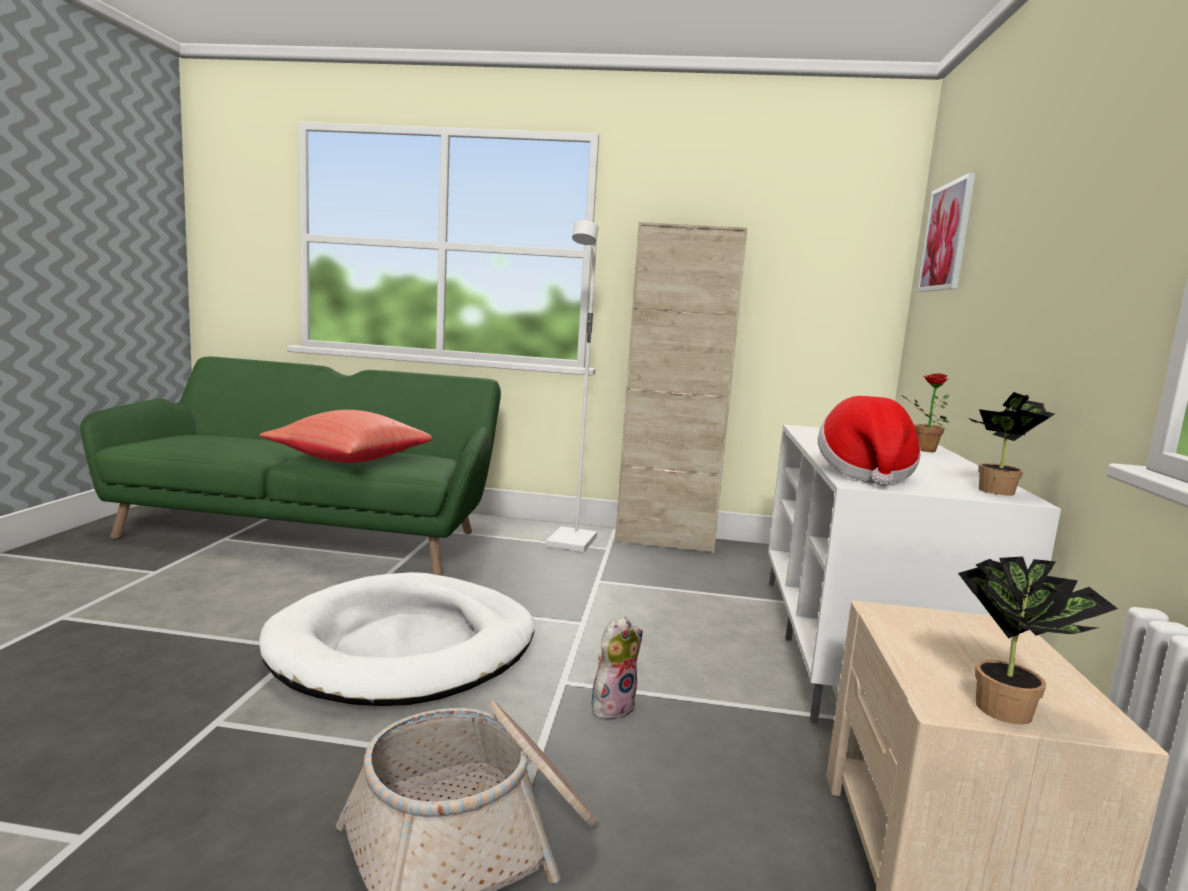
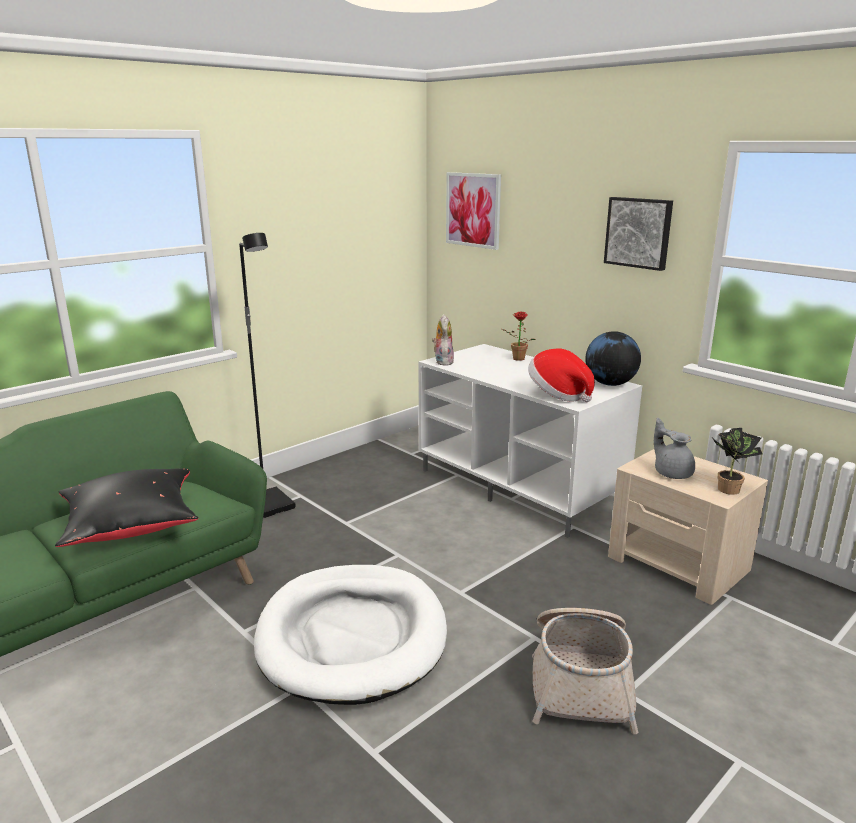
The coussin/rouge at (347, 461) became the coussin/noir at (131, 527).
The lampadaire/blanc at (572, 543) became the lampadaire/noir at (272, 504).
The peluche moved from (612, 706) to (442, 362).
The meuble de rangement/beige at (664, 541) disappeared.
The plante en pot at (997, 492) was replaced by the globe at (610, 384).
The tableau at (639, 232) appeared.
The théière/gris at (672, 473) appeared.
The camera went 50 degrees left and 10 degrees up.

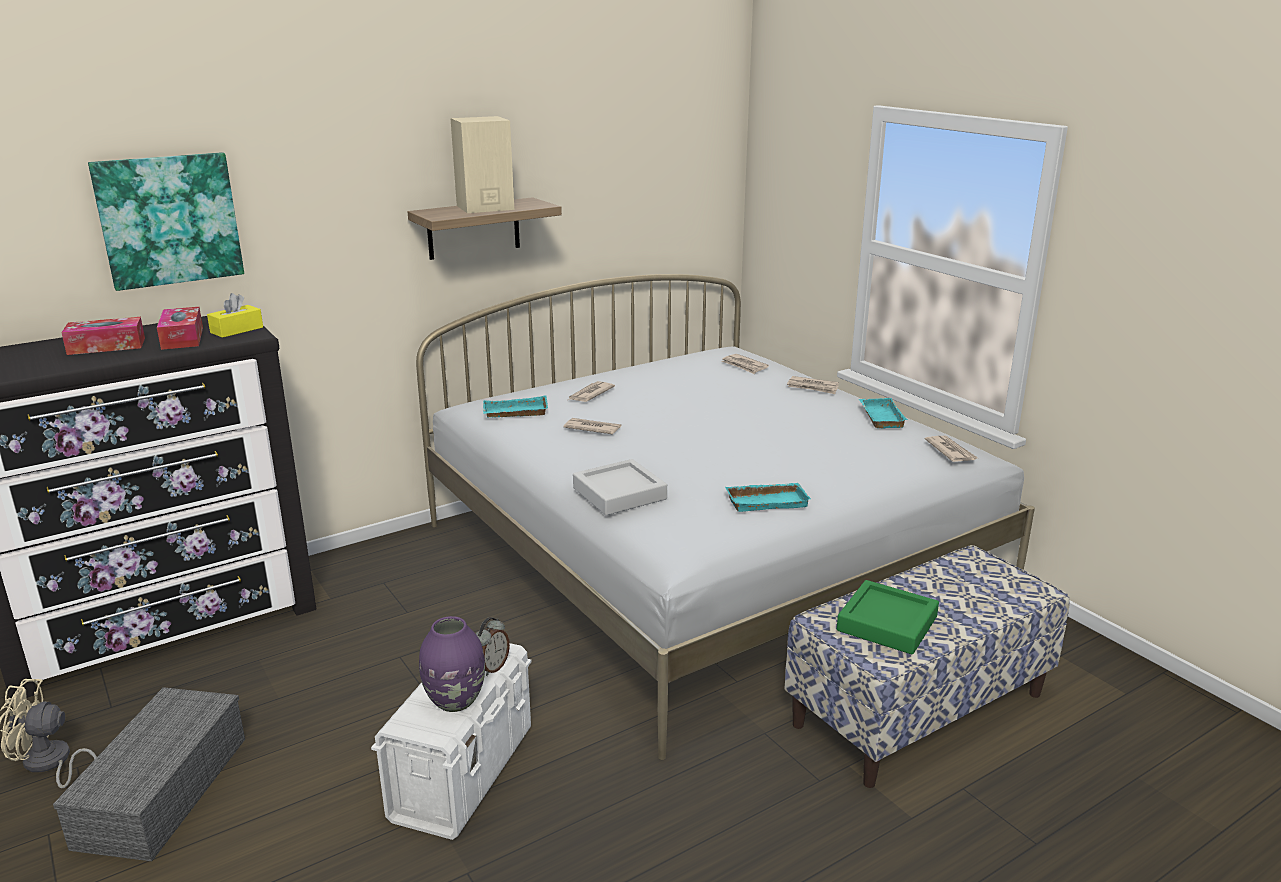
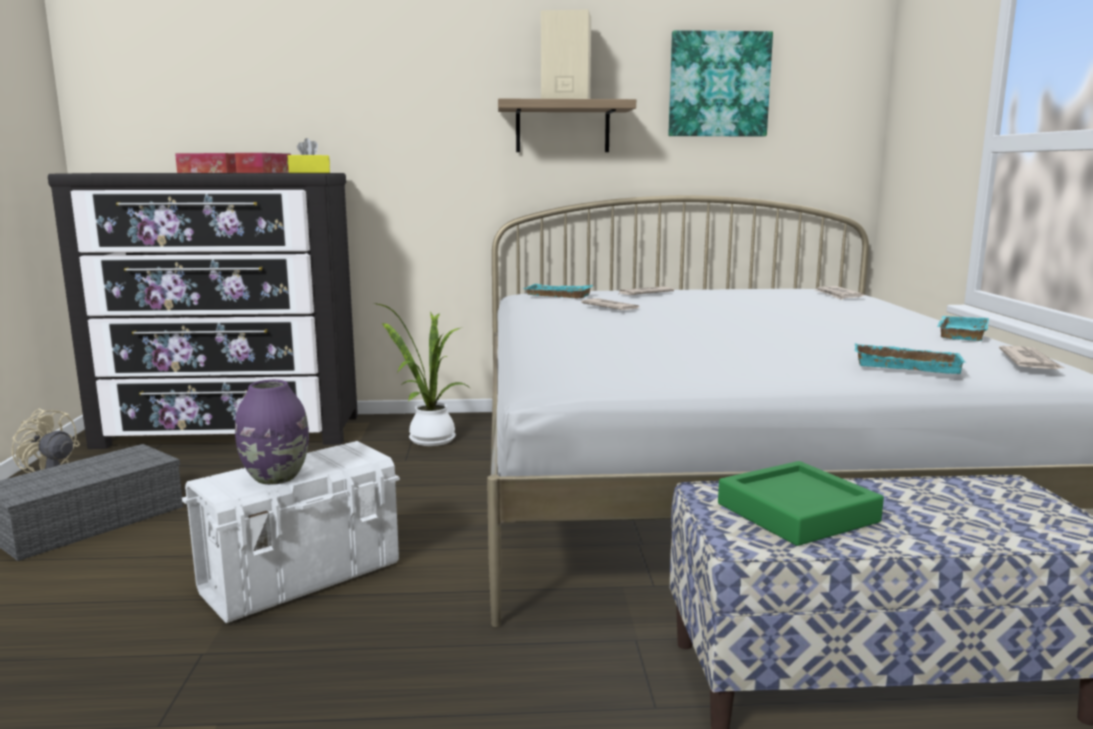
The tableau moved from (169, 220) to (718, 84).
The réveil at (492, 667) disappeared.
The plateau/gris at (619, 494) disappeared.
The plateau/turquoise moved from (767, 501) to (907, 365).
The journal at (813, 387) disappeared.
The plante en pot at (428, 440) appeared.
The camera went 30 degrees right and 10 degrees down.

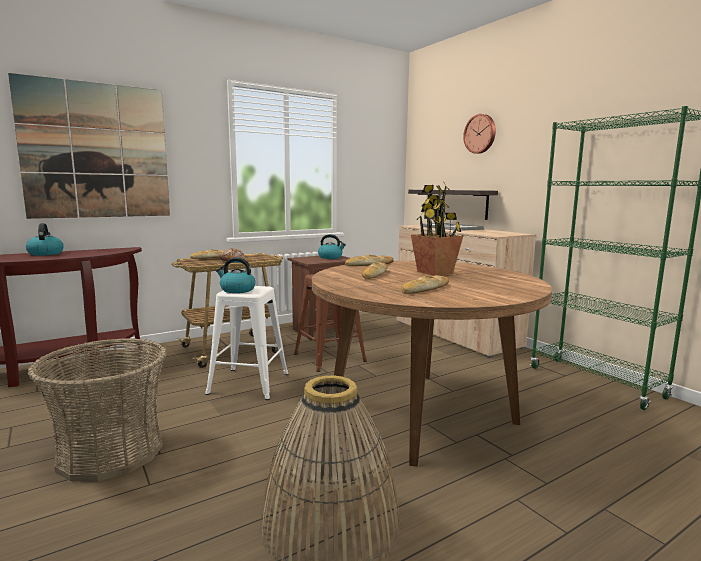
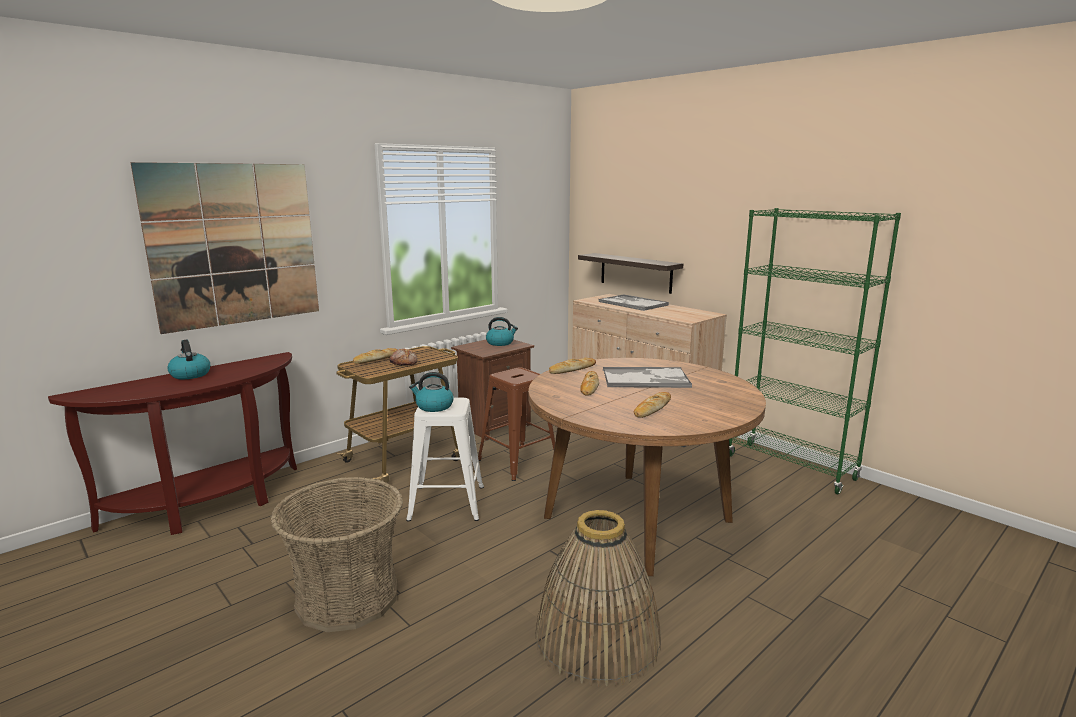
The plante en pot at (435, 272) was replaced by the plateau at (646, 379).
The horloge murale at (480, 134) disappeared.
The camera went 10 degrees left and 5 degrees up.

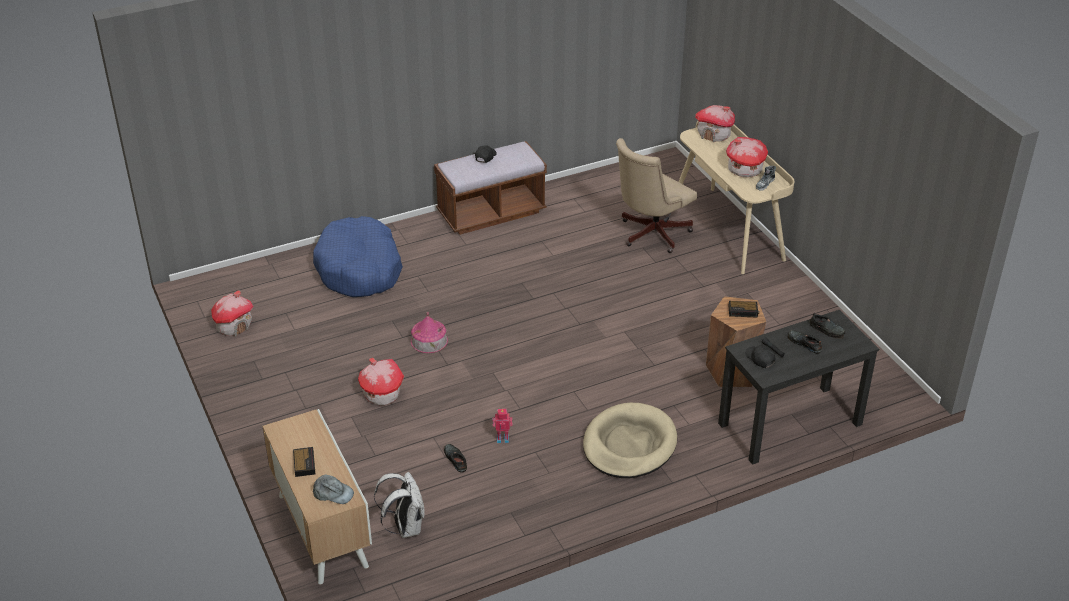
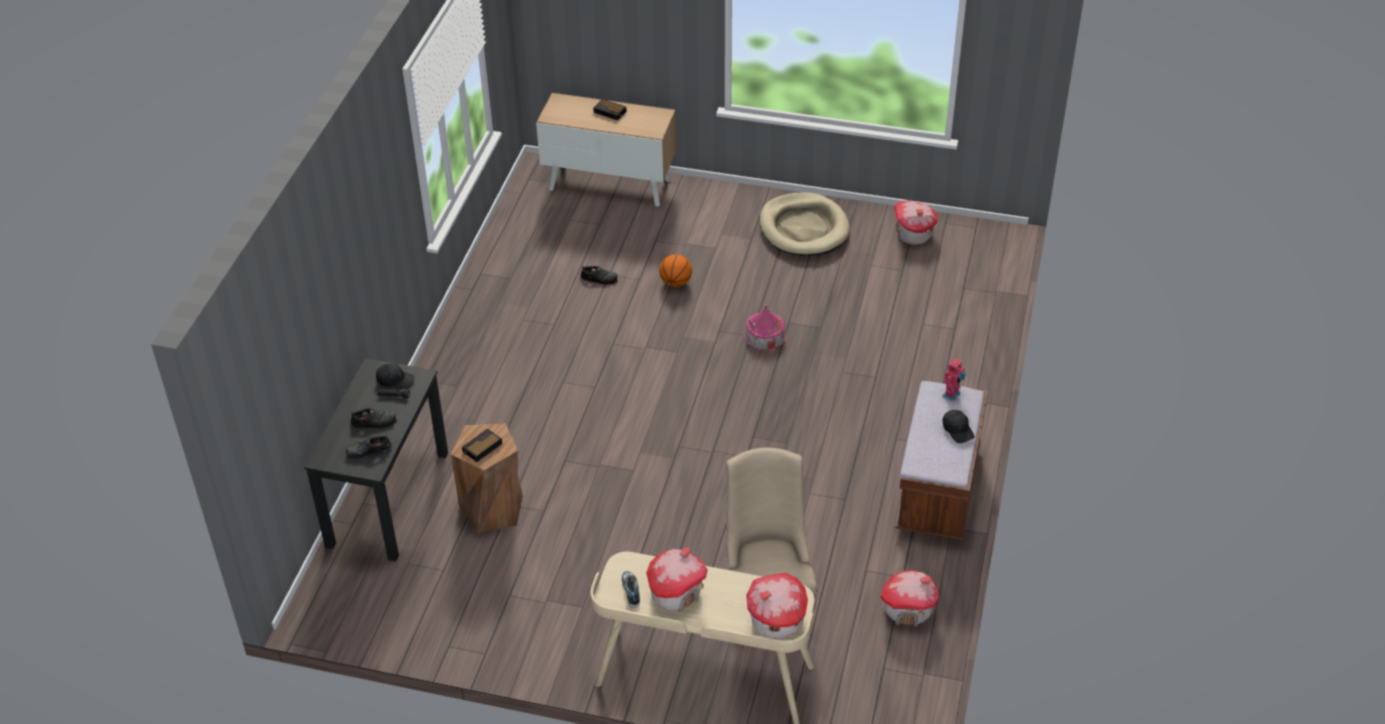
The panier pour chien/bleu at (359, 269) disappeared.
The casquette/gris at (333, 493) disappeared.
The maison miniature moved from (382, 394) to (908, 610).
The sac à dos/blanc at (405, 527) disappeared.
The robot jouet moved from (502, 438) to (952, 395).
The panier pour chien/beige moved from (629, 444) to (803, 228).
The ballon de basket at (675, 282) appeared.
The camera went 130 degrees right and 5 degrees up.

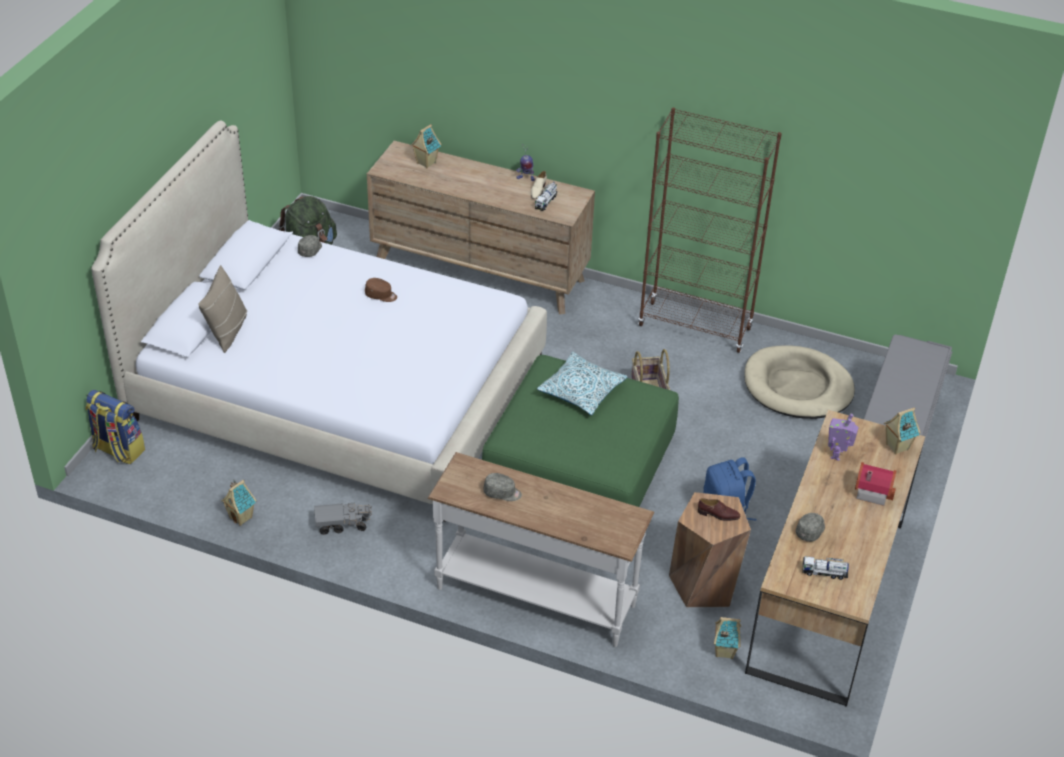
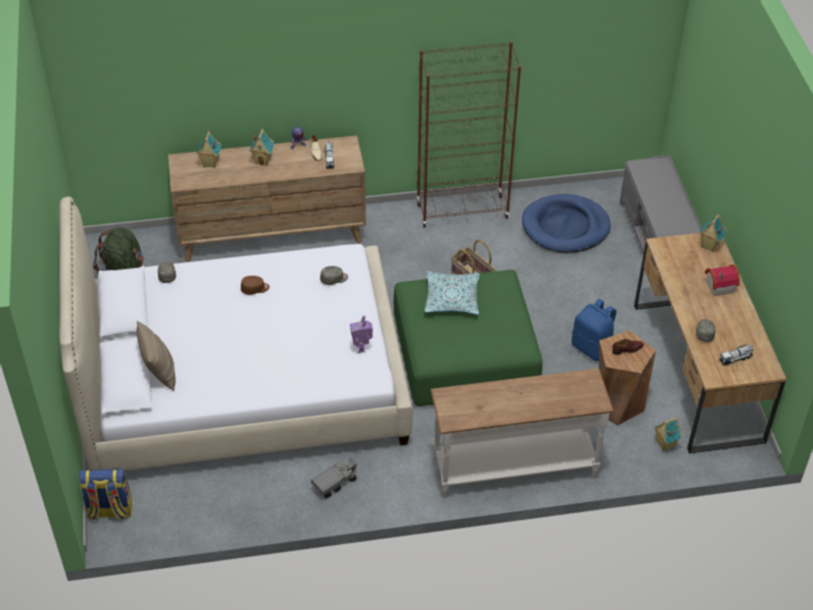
The maison miniature moved from (241, 517) to (263, 161).
The casquette/gris moved from (502, 493) to (334, 279).
The panier pour chien/beige at (797, 387) became the panier pour chien/bleu at (565, 227).
The robot jouet moved from (837, 455) to (361, 348).
The camera went 30 degrees left and 5 degrees up.

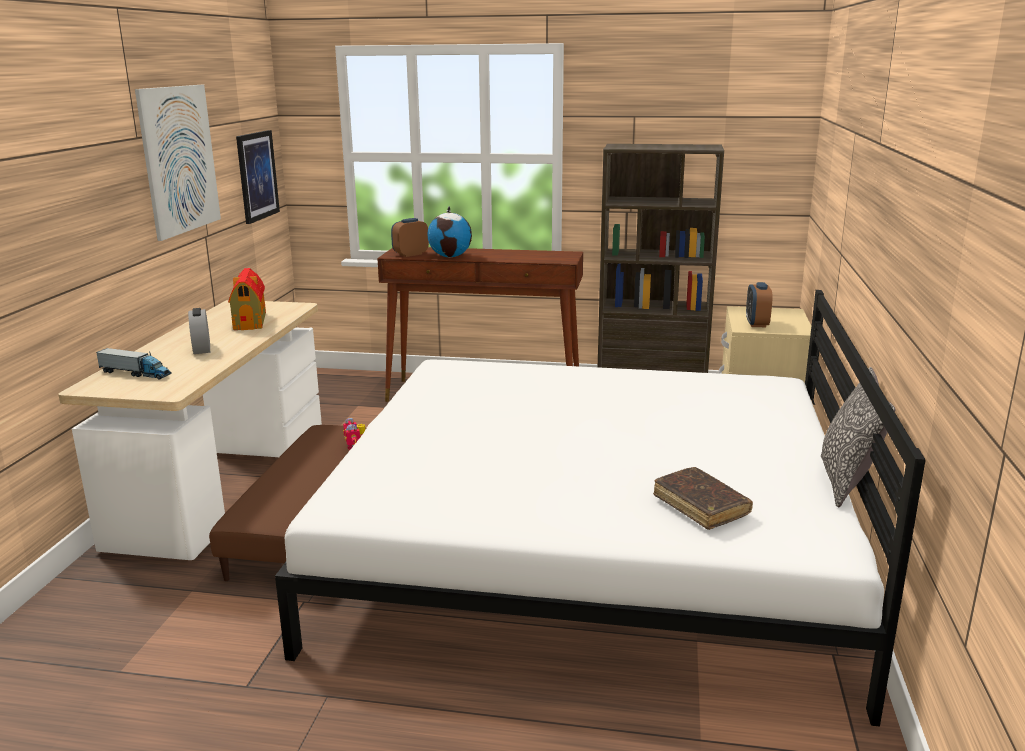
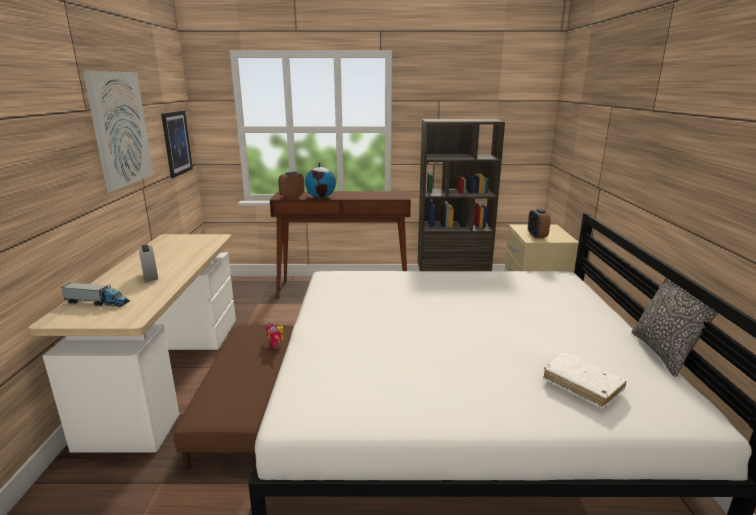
The maison miniature at (250, 321) disappeared.
The livre/marron at (701, 506) became the livre/blanc at (582, 385).
The camera went 10 degrees left and 0 degrees up.

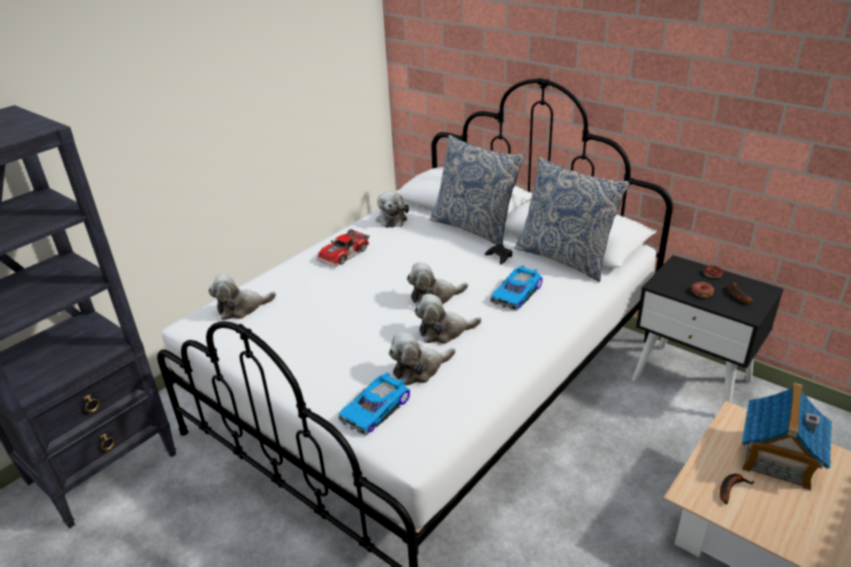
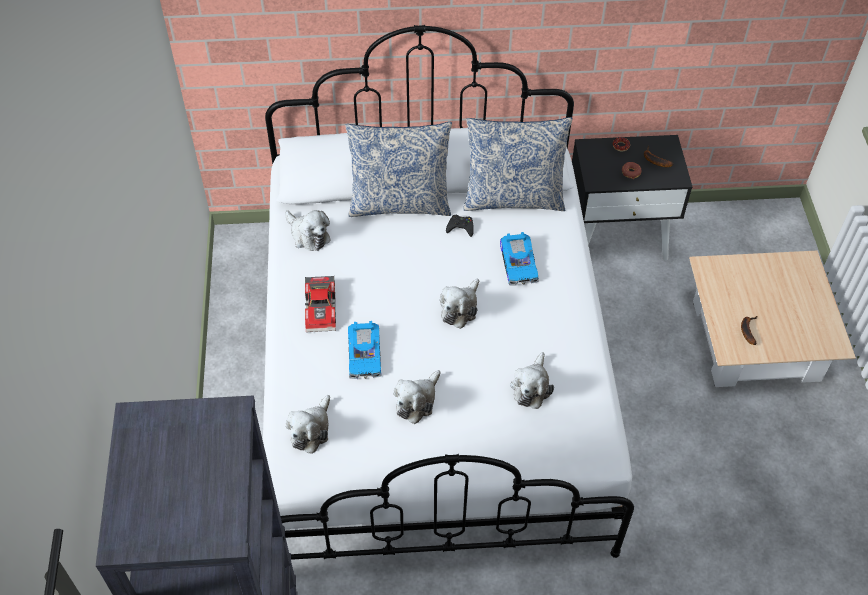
The petite voiture moved from (376, 410) to (365, 354).
The peluche moved from (444, 331) to (417, 401).
The maison miniature at (777, 459) disappeared.
The camera went 45 degrees left and 20 degrees up.

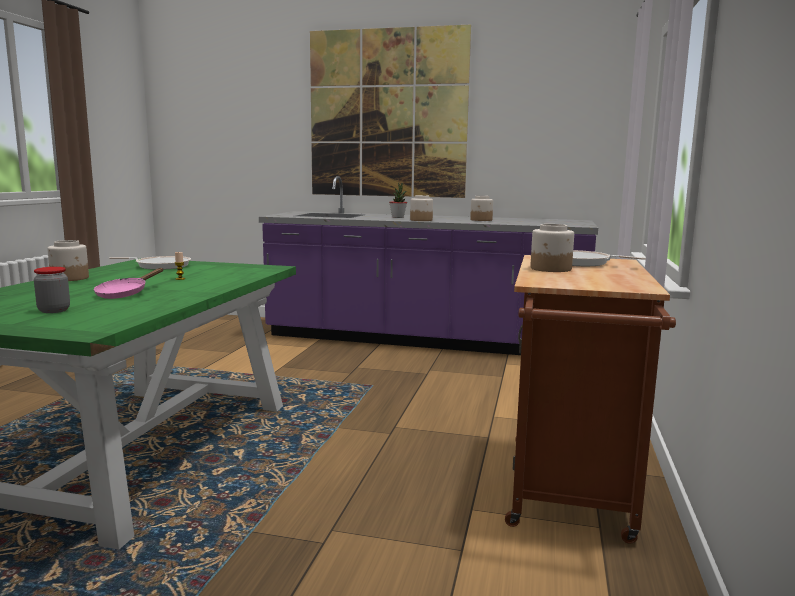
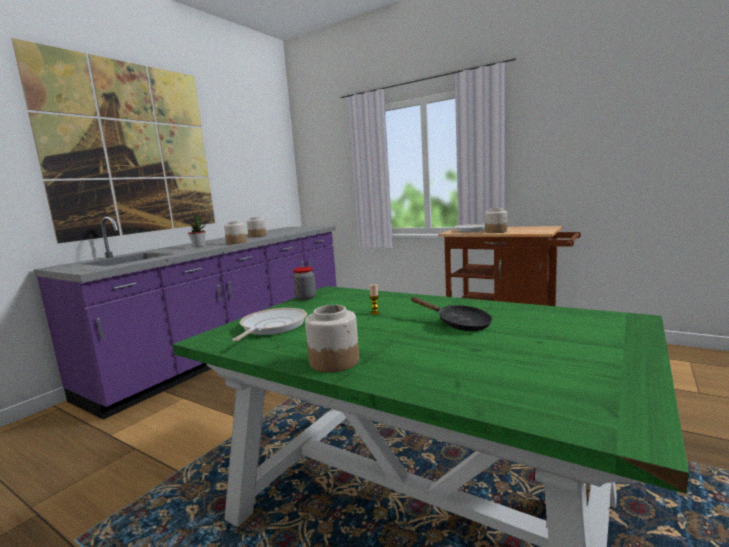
The bocal moved from (54, 310) to (305, 298).
The poêle/rose at (125, 294) became the poêle/noir at (459, 324).
The camera went 70 degrees left and 0 degrees up.

